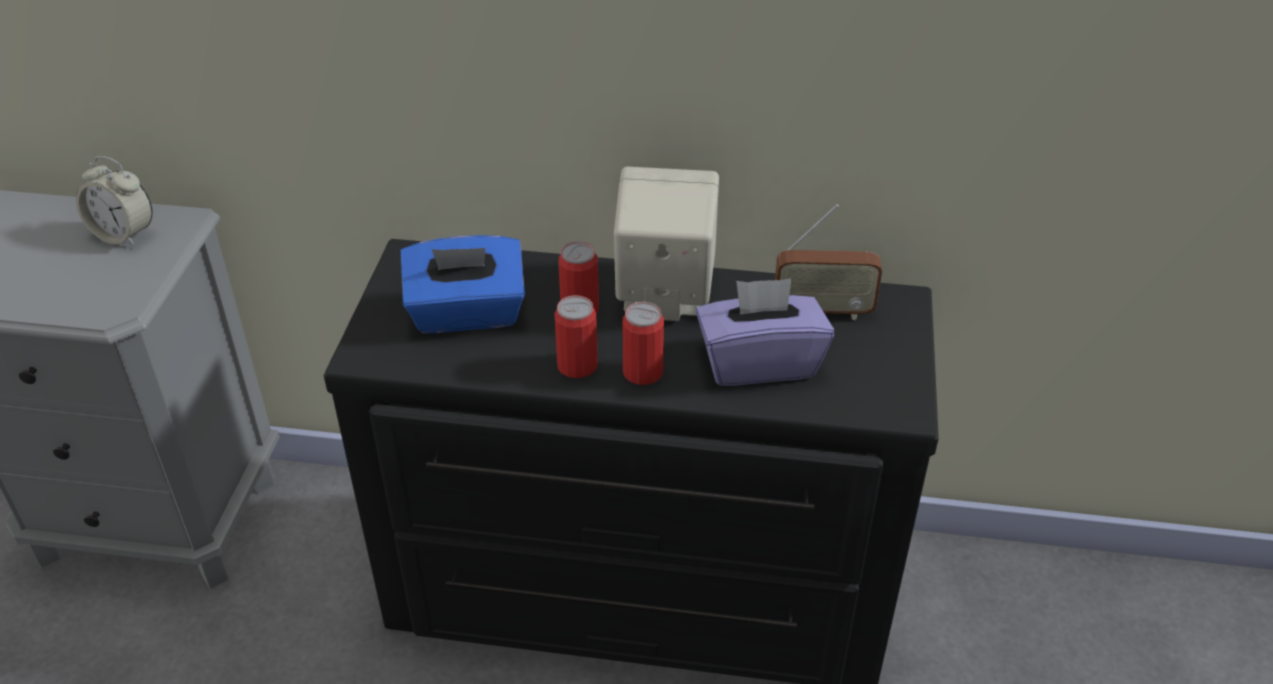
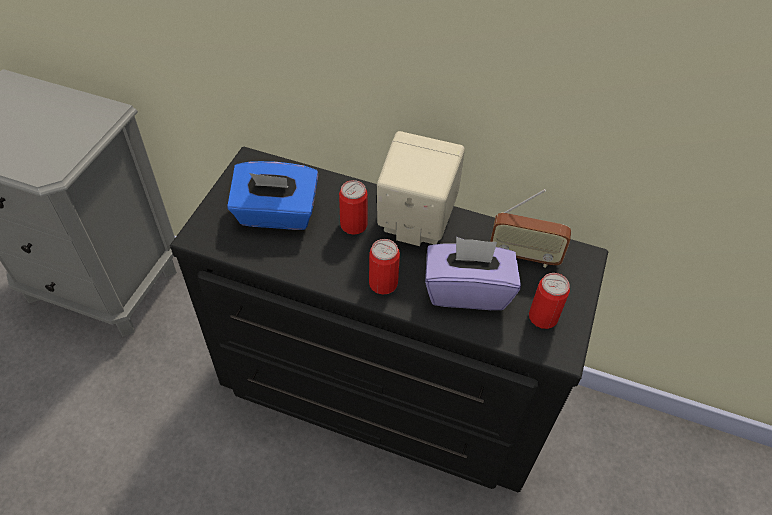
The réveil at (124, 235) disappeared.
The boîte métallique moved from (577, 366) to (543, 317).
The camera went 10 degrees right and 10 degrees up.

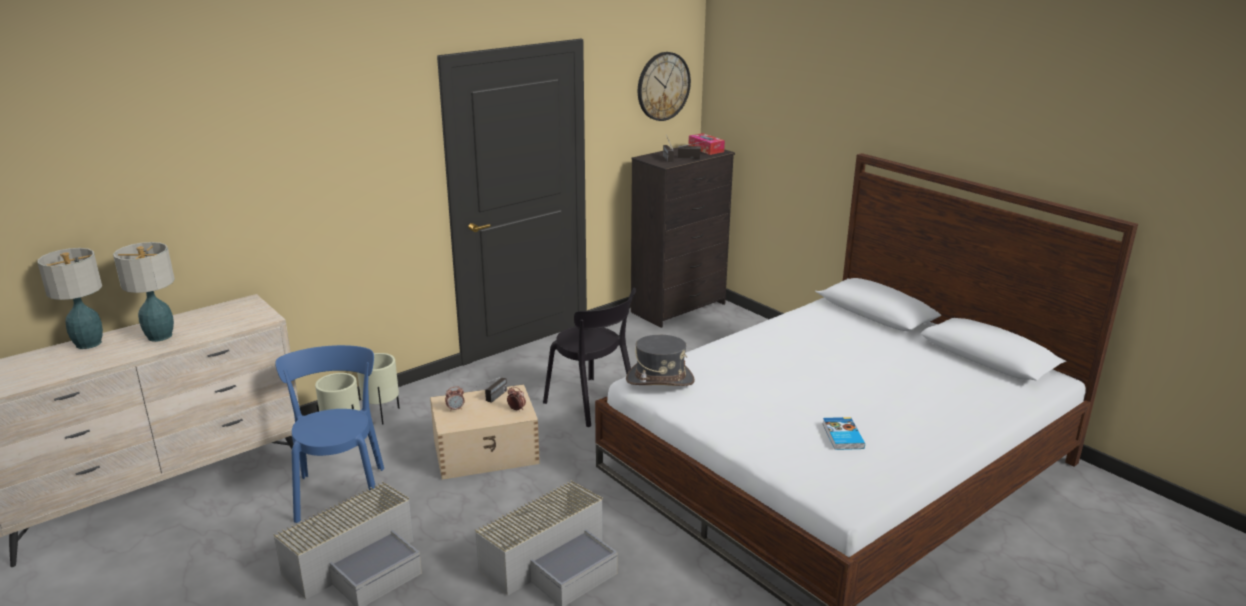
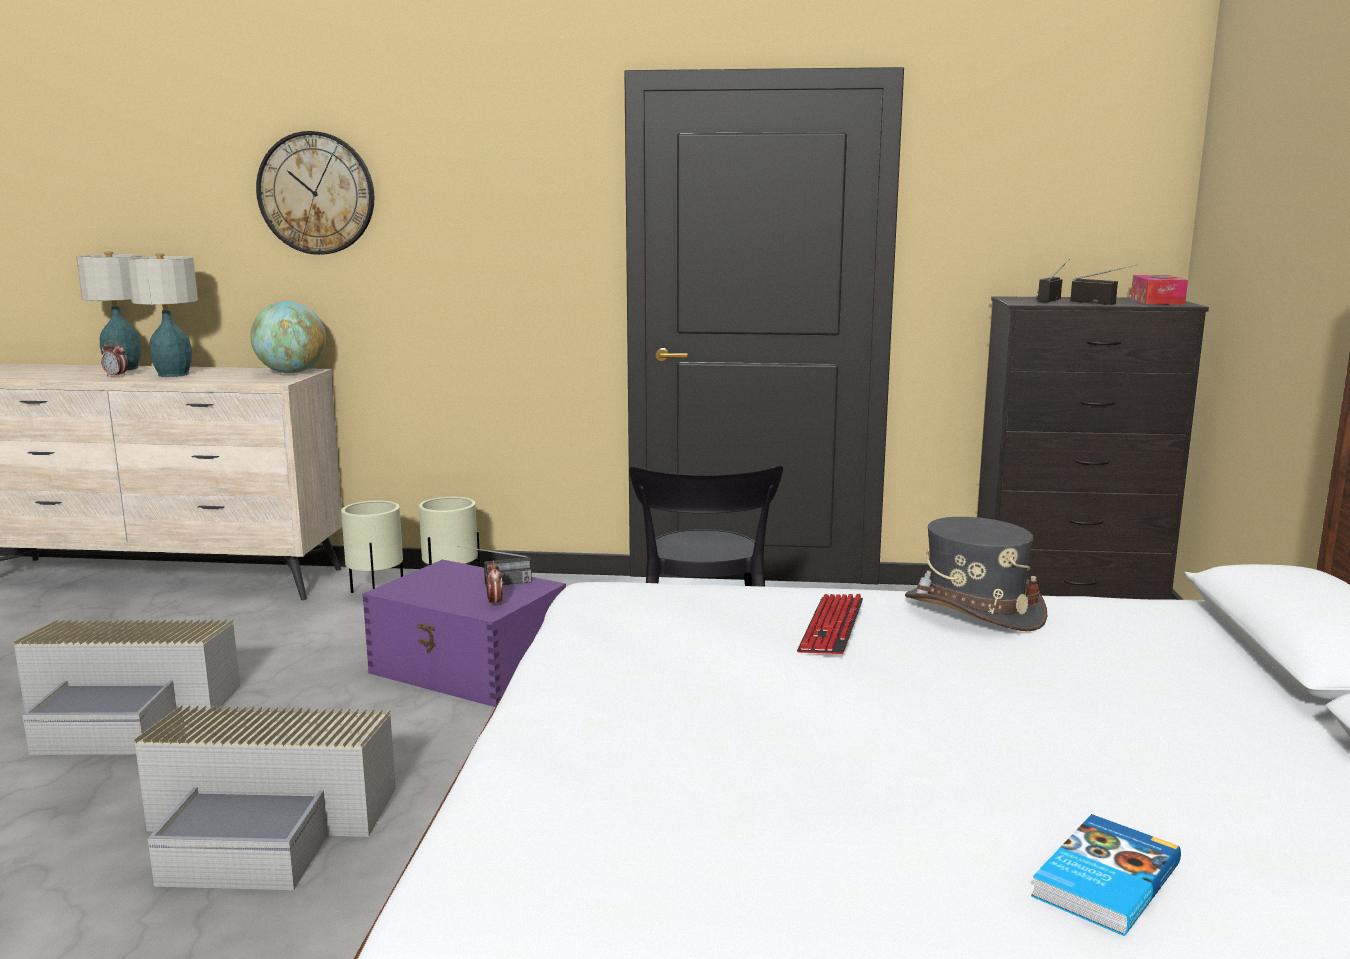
The chaise/bleu at (341, 490) disappeared.
The boîte de rangement/beige at (487, 451) became the boîte de rangement/violet at (470, 668).
The réveil moved from (455, 409) to (116, 376).
The chapeau/gris moved from (660, 380) to (973, 610).
The horloge murale moved from (663, 86) to (316, 193).
The livre moved from (842, 436) to (1102, 880).
The globe at (291, 372) appeared.
The clavier at (831, 627) appeared.
The camera went 45 degrees right and 10 degrees down.

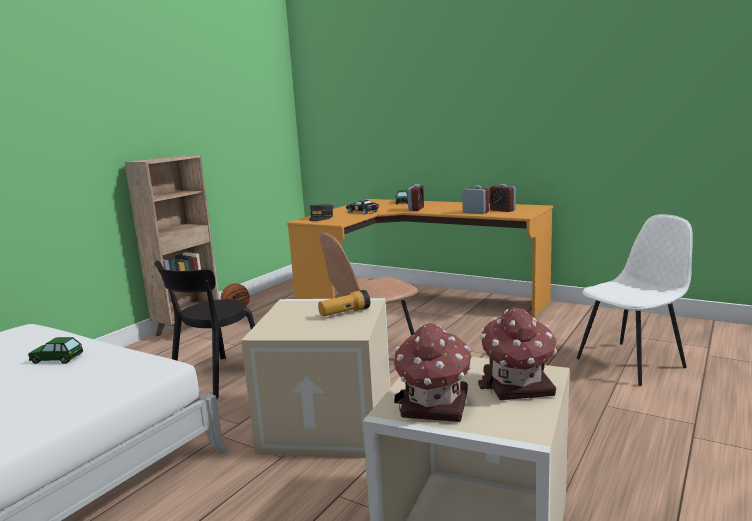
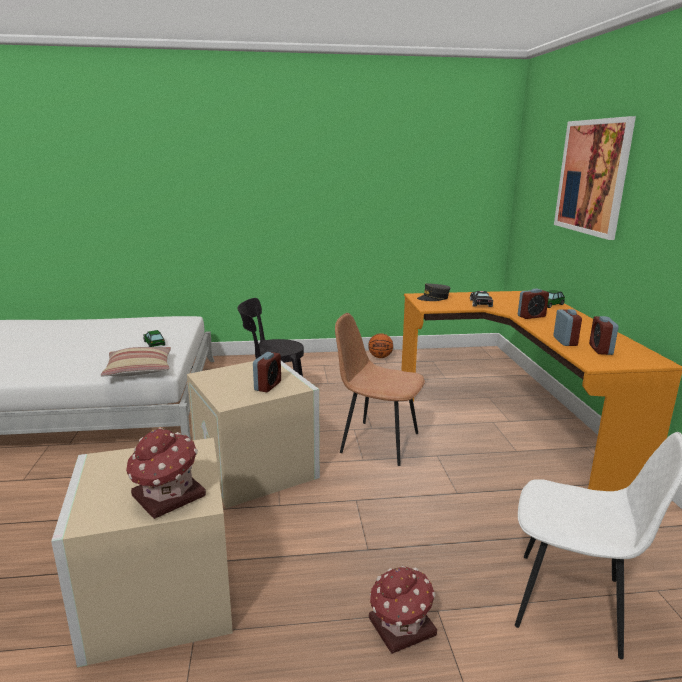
The bibliothèque/marron at (189, 328) disappeared.
The lampe de poche at (345, 313) was replaced by the réveil at (268, 386).
The maison miniature moved from (434, 405) to (400, 627).
The coussin at (139, 369) appeared.
The tableau at (592, 177) appeared.
The camera went 50 degrees right and 5 degrees up.

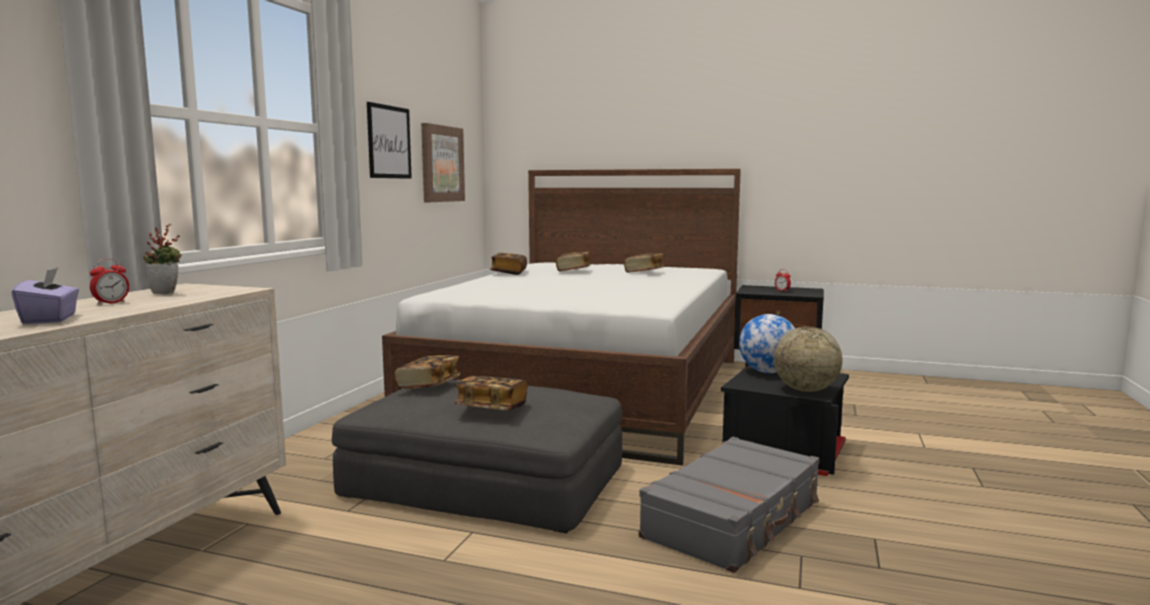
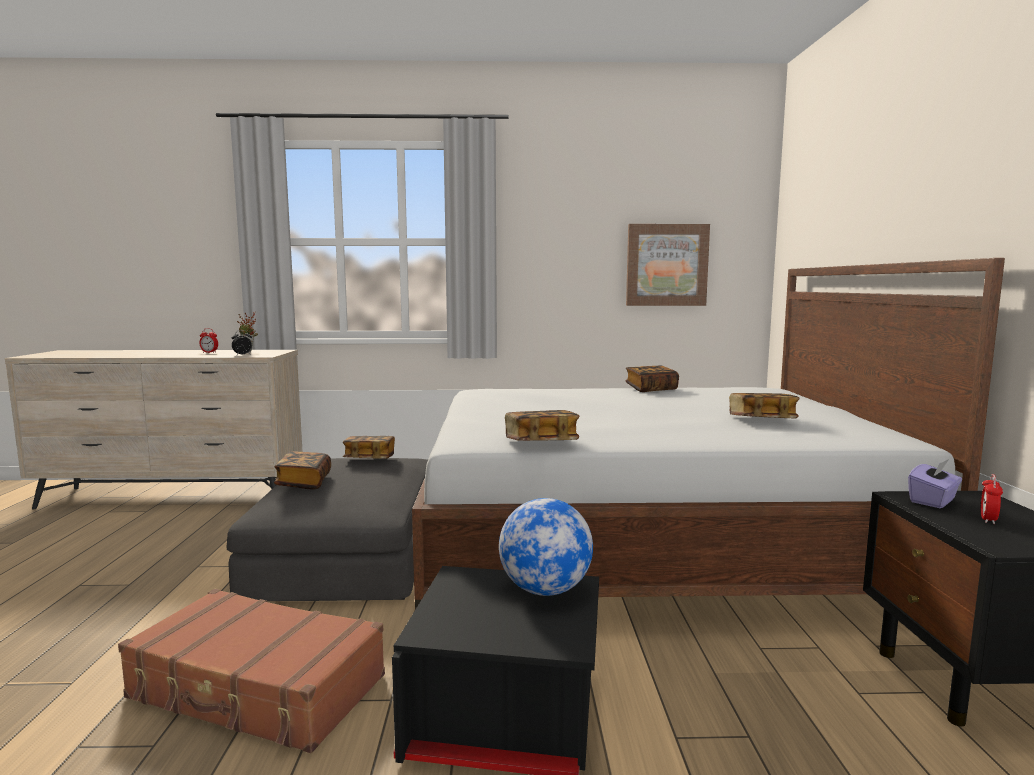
The boîte à mouchoirs/violet moved from (50, 319) to (933, 501).
The tableau at (389, 142) disappeared.
The livre moved from (573, 271) to (541, 442).
The valise/gris at (734, 519) became the valise/marron at (257, 688).
The globe at (805, 390) disappeared.
The réveil at (243, 355) appeared.
The camera went 70 degrees right and 0 degrees up.

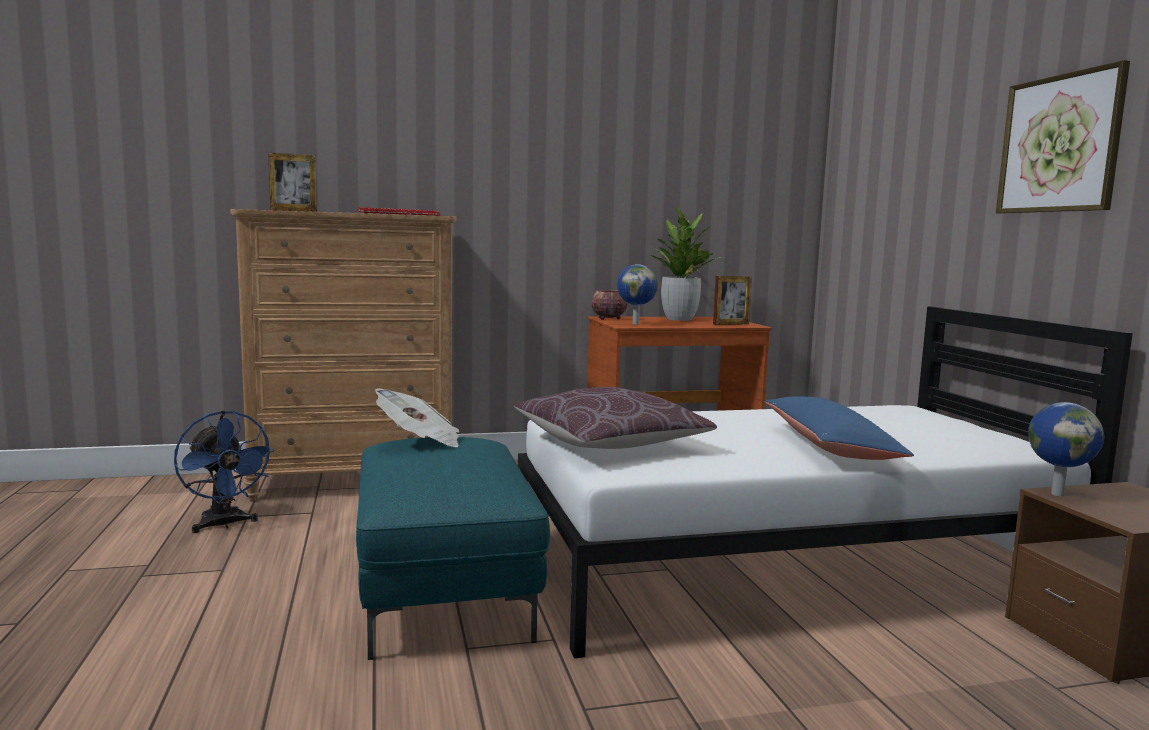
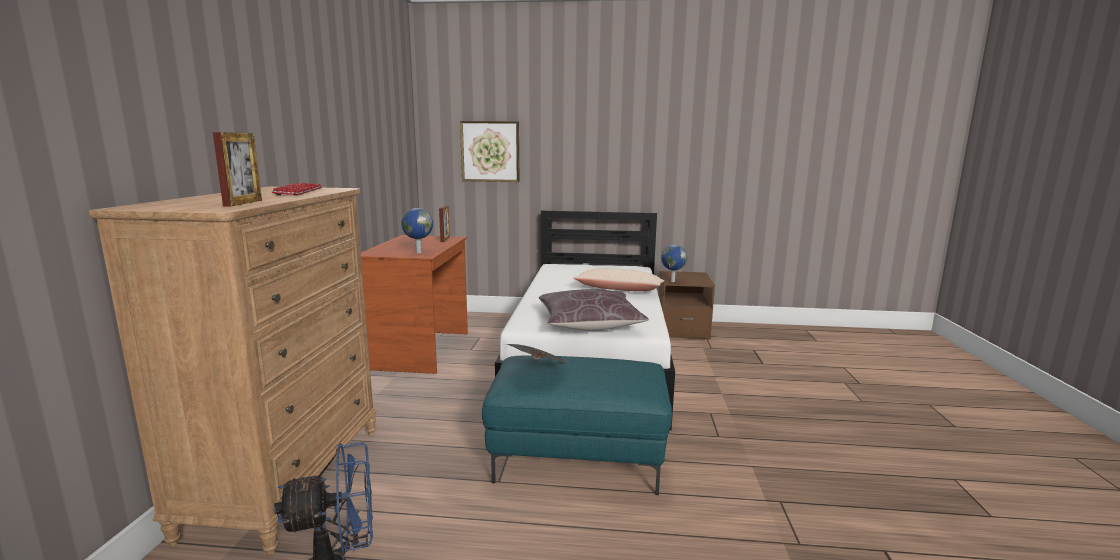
The bol at (607, 318) disappeared.
The plante en pot at (679, 319) disappeared.
The coussin/bleu at (830, 446) became the coussin/beige at (619, 289).
The tableau moved from (1059, 144) to (490, 151).
The camera went 70 degrees left and 5 degrees up.

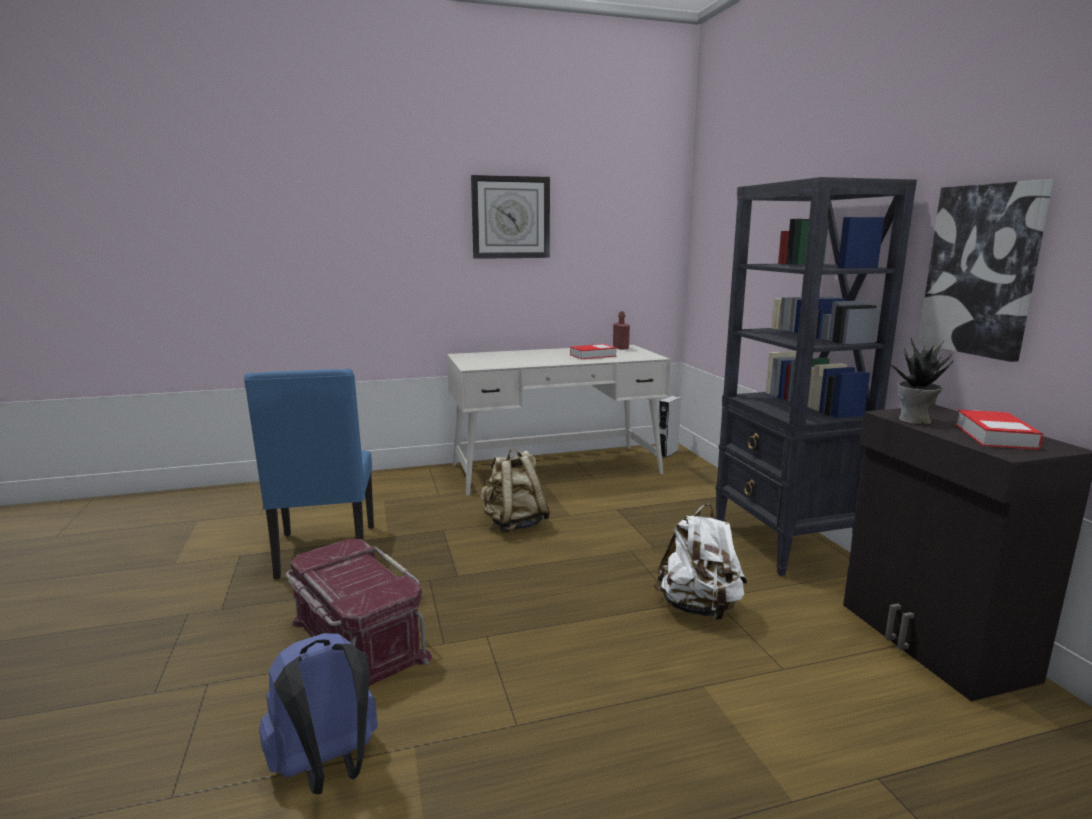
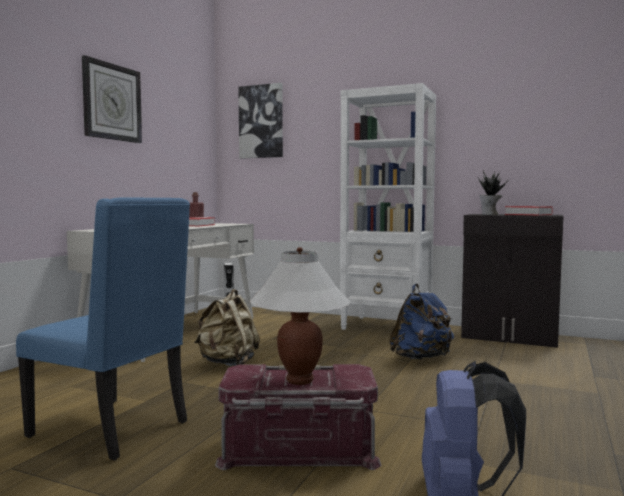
The sac à dos/blanc at (699, 608) became the sac à dos/bleu at (421, 358).
The bibliothèque/noir at (784, 543) became the bibliothèque/blanc at (387, 326).
The tableau moved from (982, 270) to (261, 121).
The lampe de table/blanc at (300, 380) appeared.
The camera went 50 degrees left and 10 degrees down.

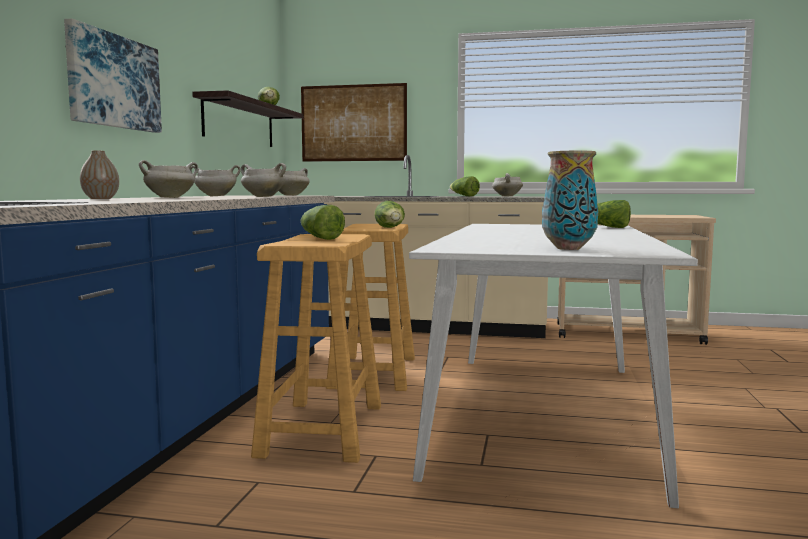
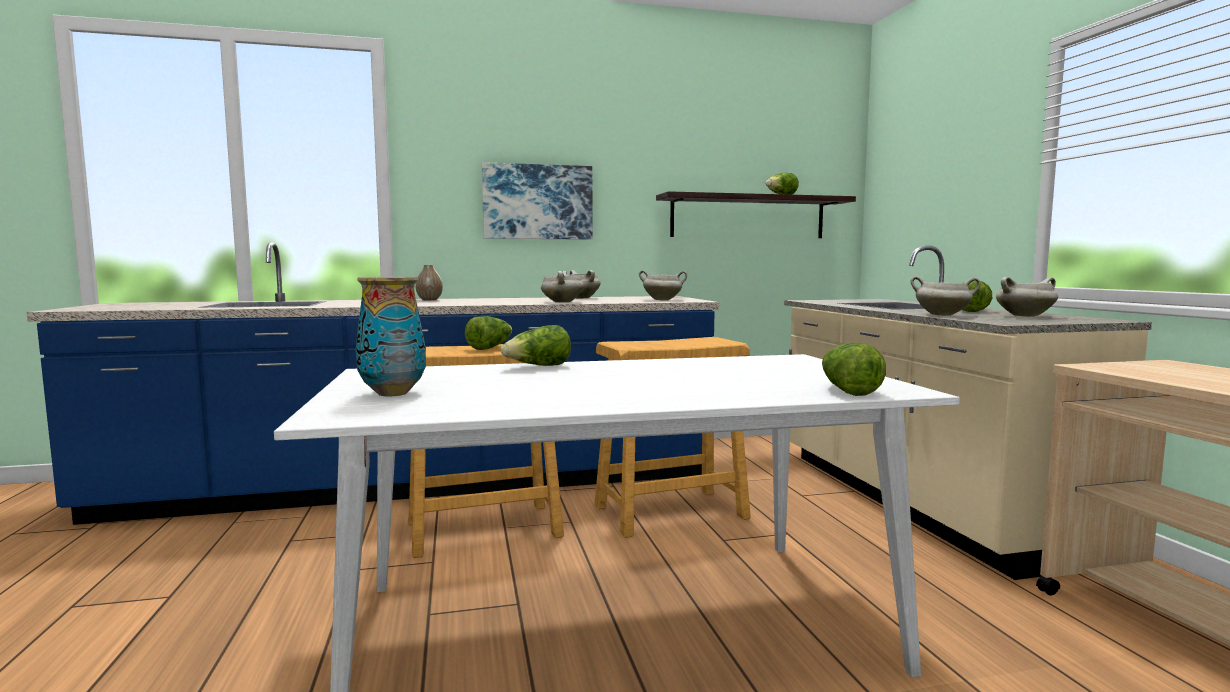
The marmite/blanc moved from (170, 197) to (943, 315).
The tableau at (353, 123) disappeared.
The laitue moved from (391, 228) to (538, 366).
The camera went 65 degrees right and 0 degrees up.

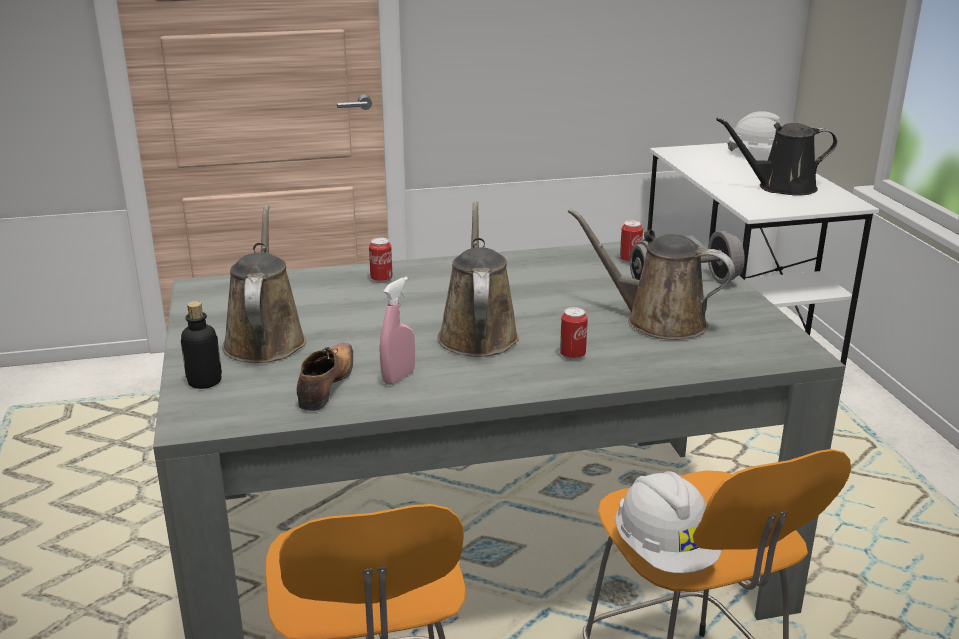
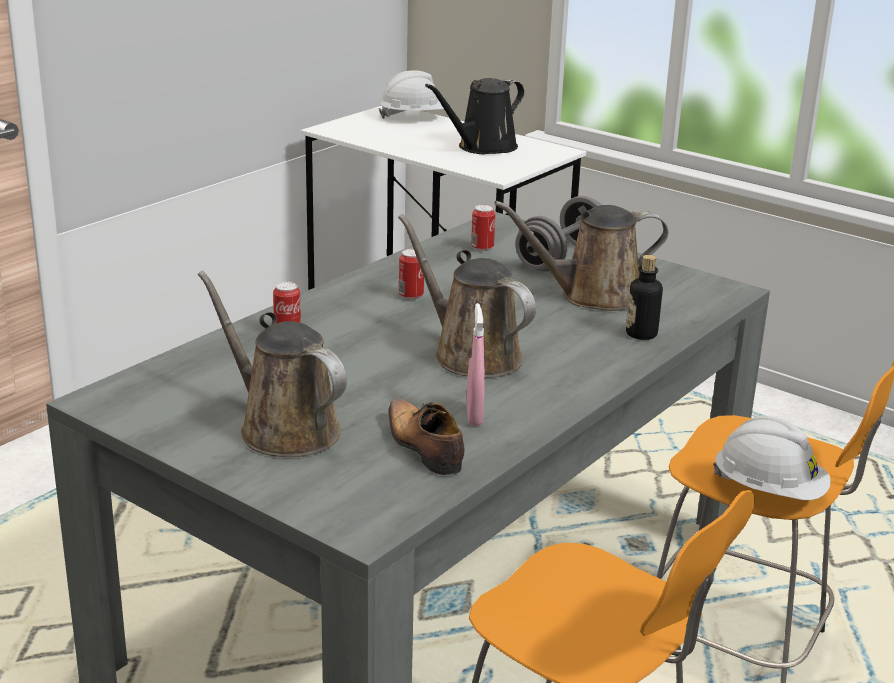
The bouteille moved from (204, 382) to (641, 334).
The boîte métallique moved from (572, 355) to (411, 296).
The camera went 40 degrees left and 0 degrees up.

